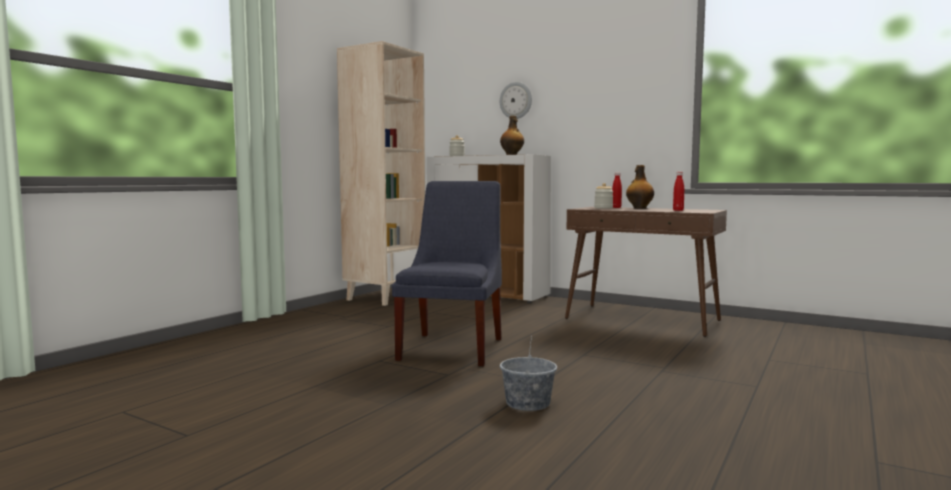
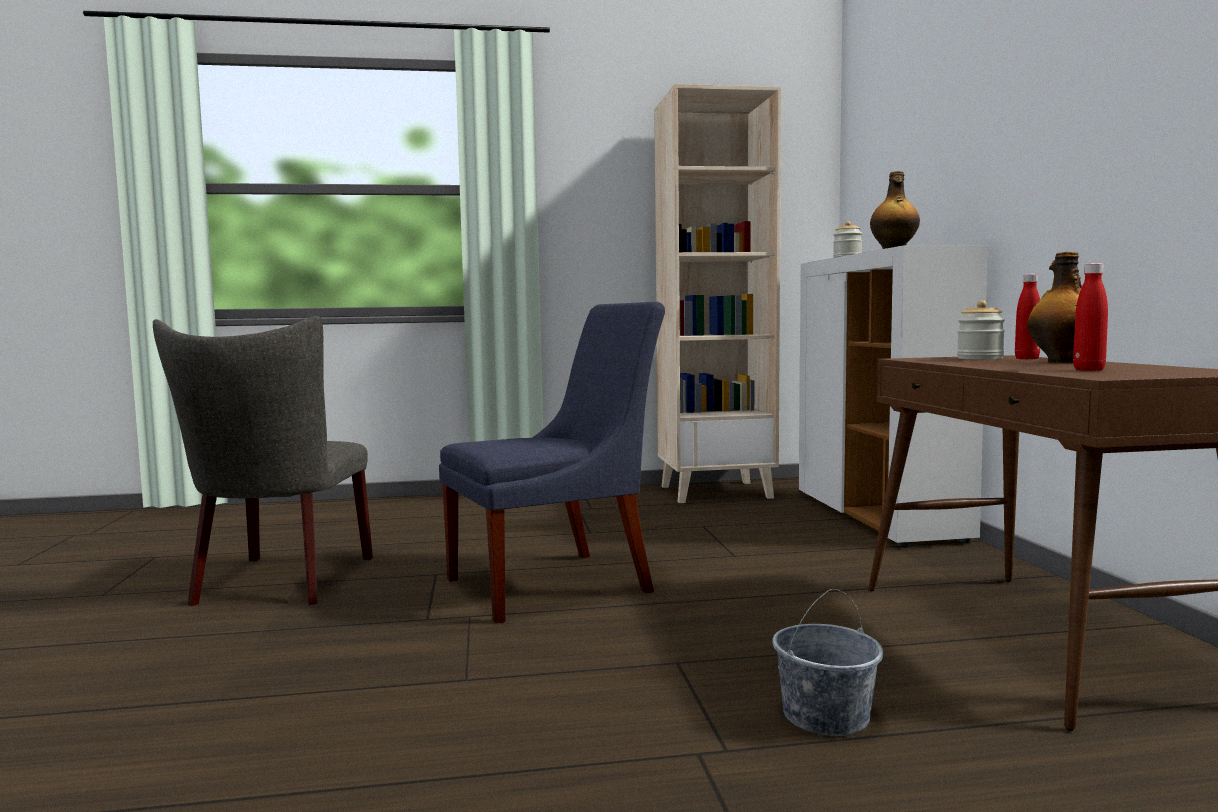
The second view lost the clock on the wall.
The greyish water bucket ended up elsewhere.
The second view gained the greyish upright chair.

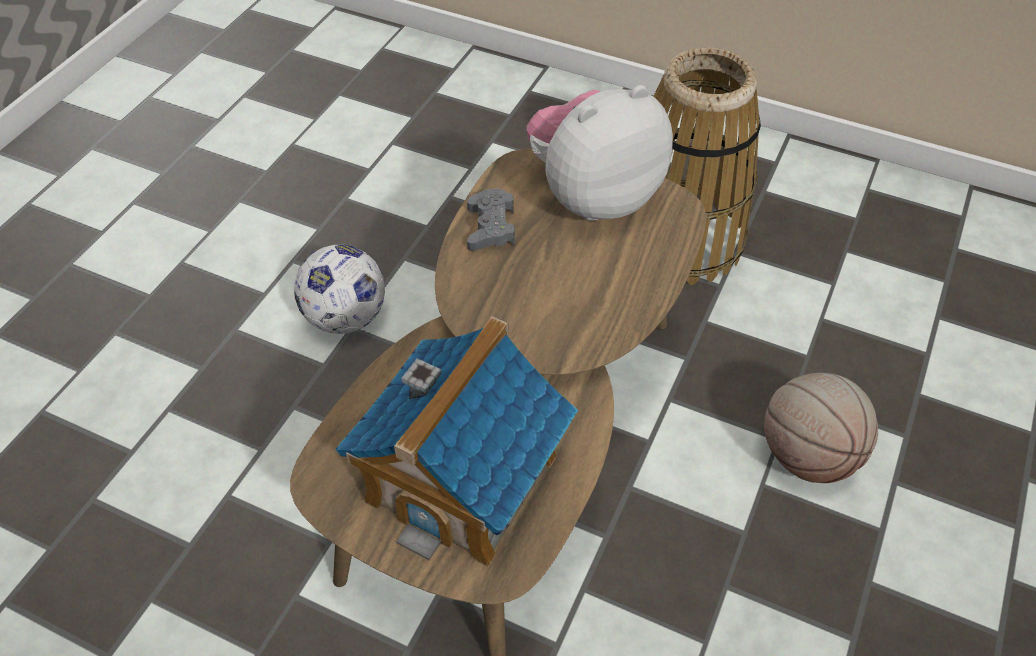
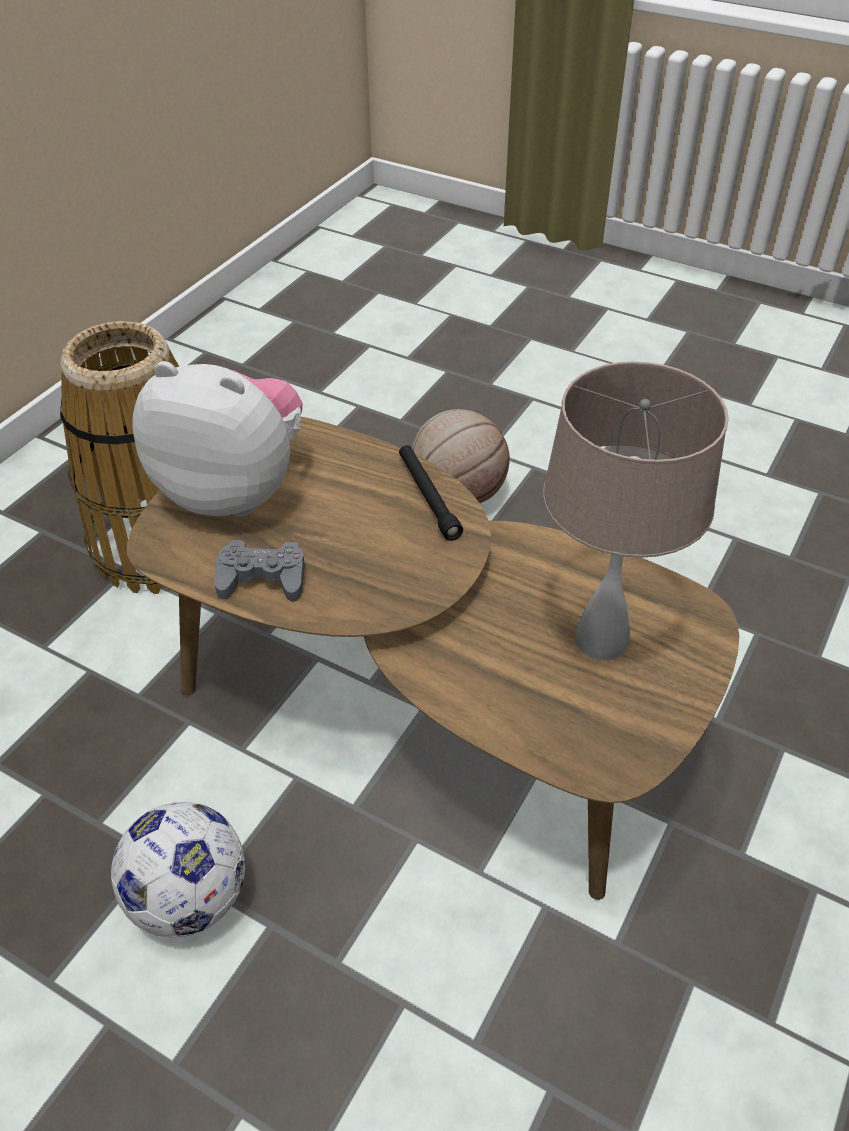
Where the miniature house stood, the beige tabletop lamp came to stand.
The plush toy ended up facing another way, 135 degrees clockwise from before.
The second view gained the blackish flashlight.

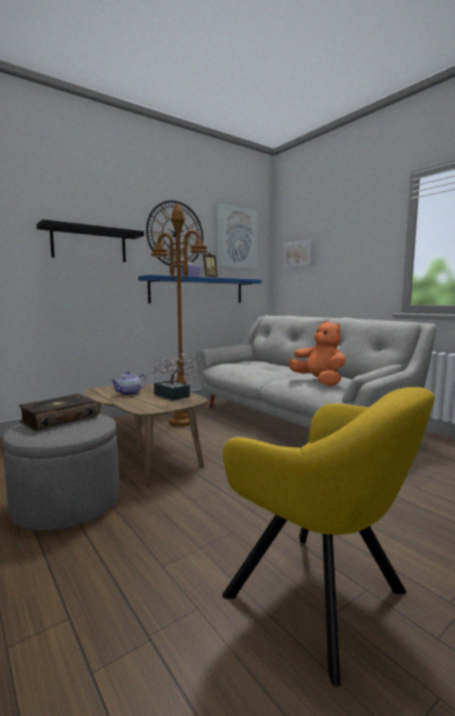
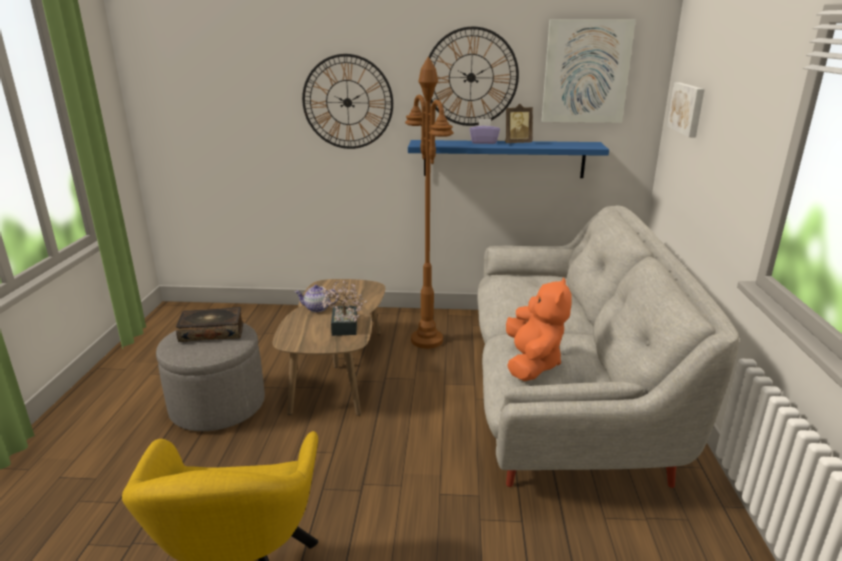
Where the blackish shelf hung, the clock on the wall (no. 1 from left) came to hang.

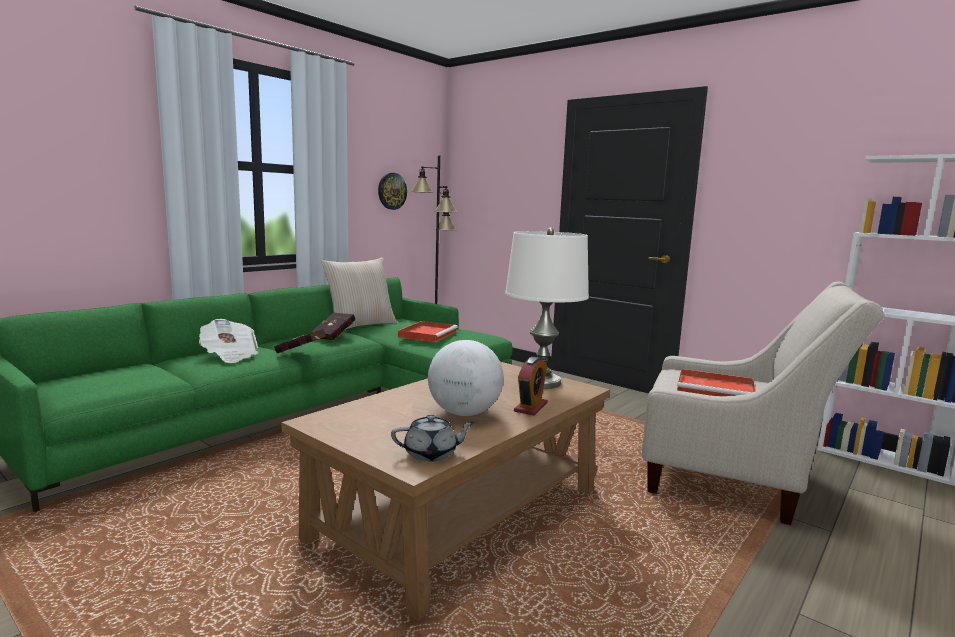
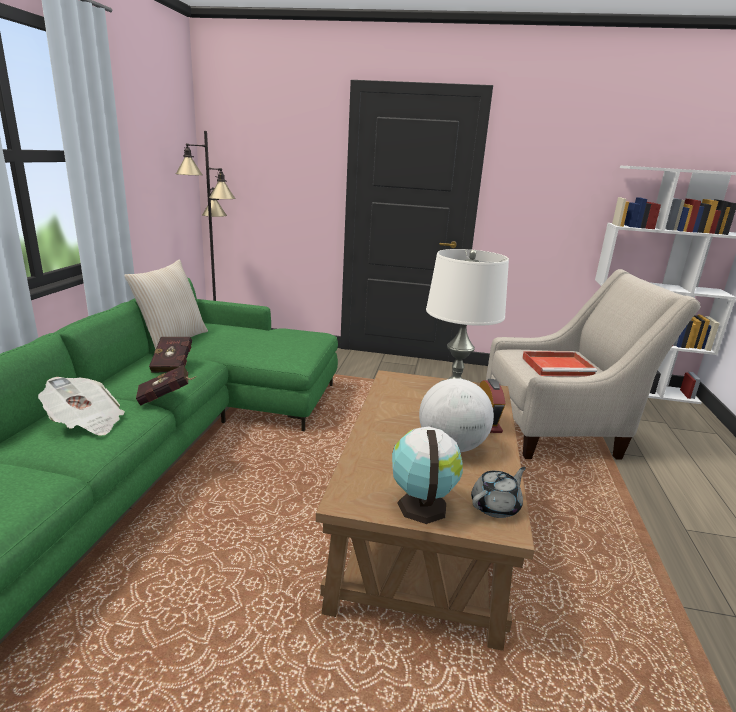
The second view lost the clock on the wall.
The second view lost the reddish tray (no. 1 from left).
The second view gained the globe (no. 1 from left).

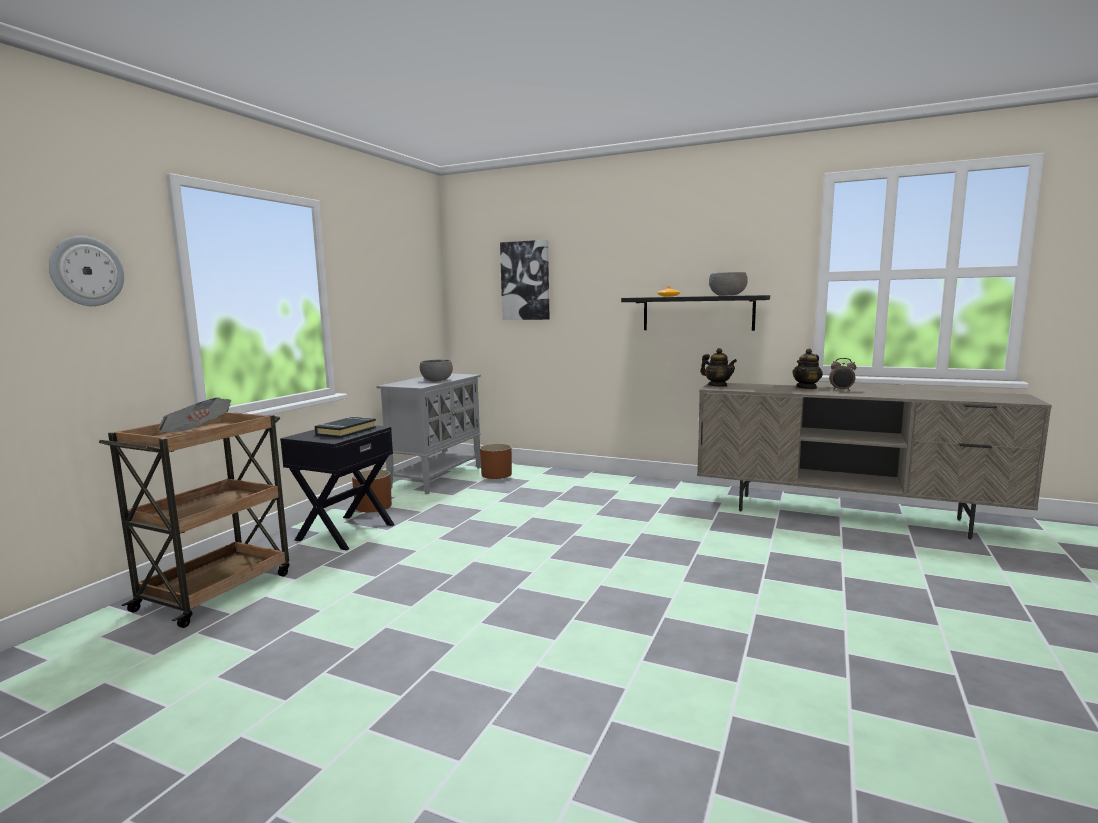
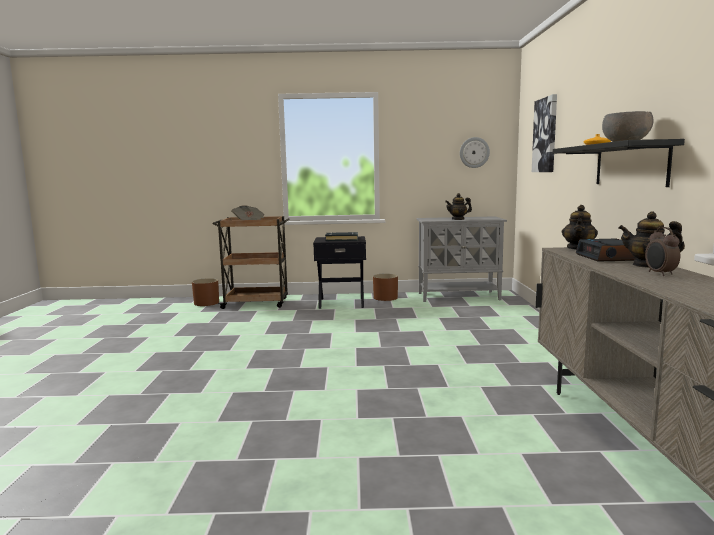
The clock on the wall ended up elsewhere.
Where the greyish serving bowl (no. 1 from left) stood, the tea pot (no. 1 from left) came to stand.
The brownish plant pot (no. 2 from left in the first image) ended up elsewhere.
The second view gained the table clock (no. 1 from left).

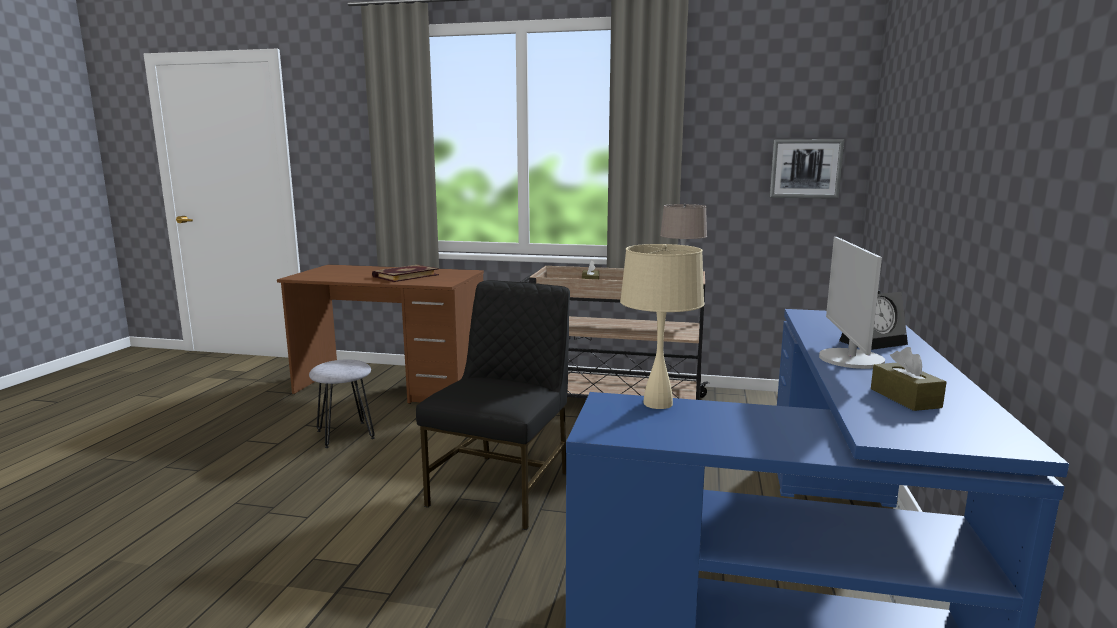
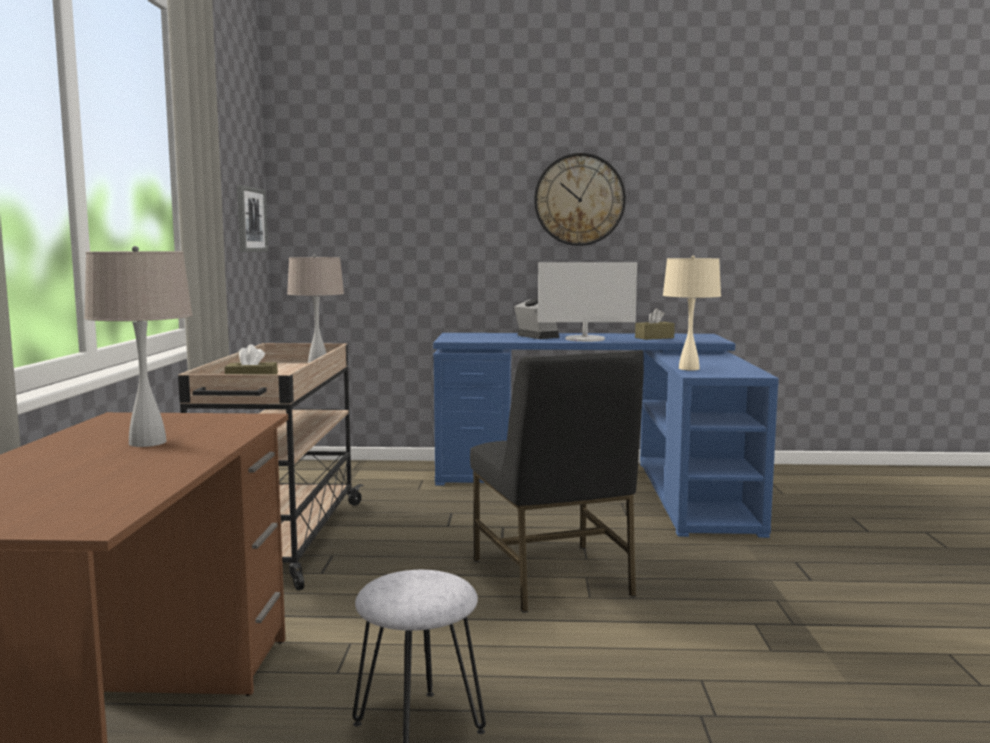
Where the book stood, the beige tabletop lamp (no. 1 from left) came to stand.
The blackish upright chair ended up facing another way, 120 degrees counterclockwise from before.
The second view gained the clock on the wall.

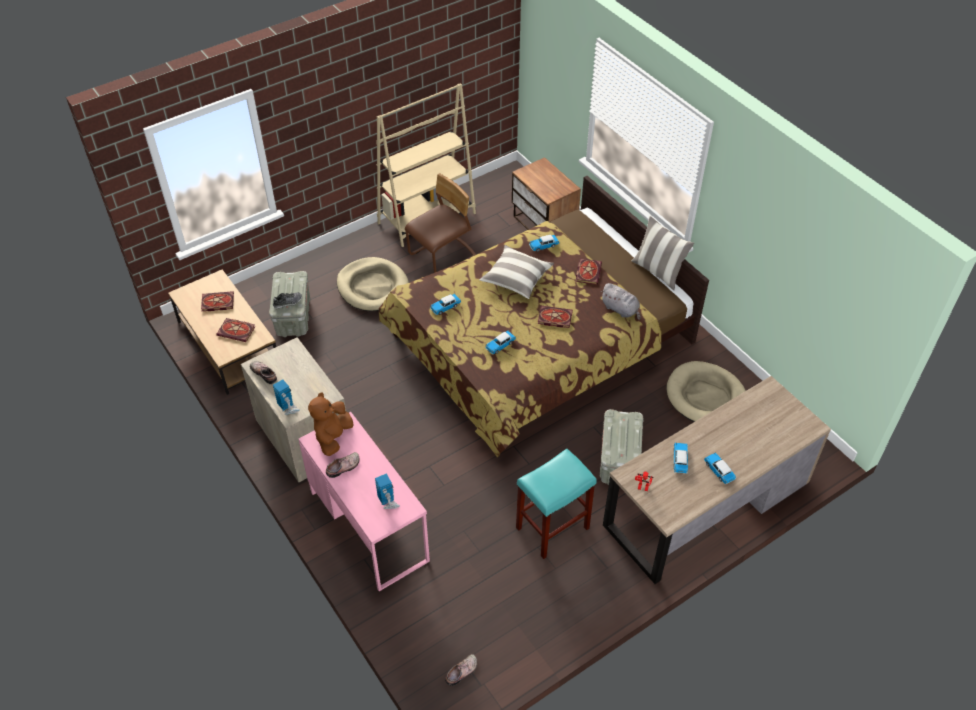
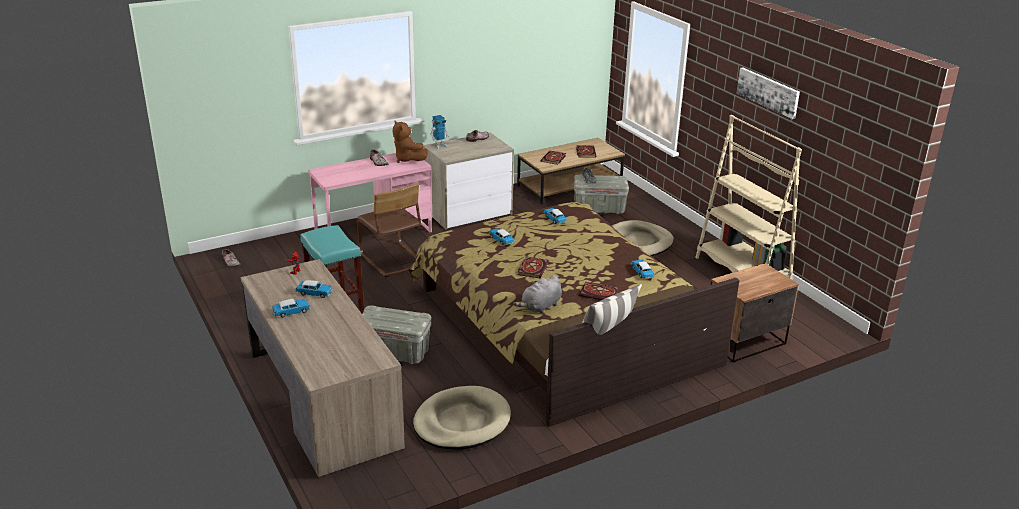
The brownish plush toy ended up facing another way, 150 degrees counterclockwise from before.
The second view lost the toy robot (no. 2 from left).
The brownish upright chair ended up elsewhere.
The second view lost the pillow (no. 1 from left).
The second view gained the picture.

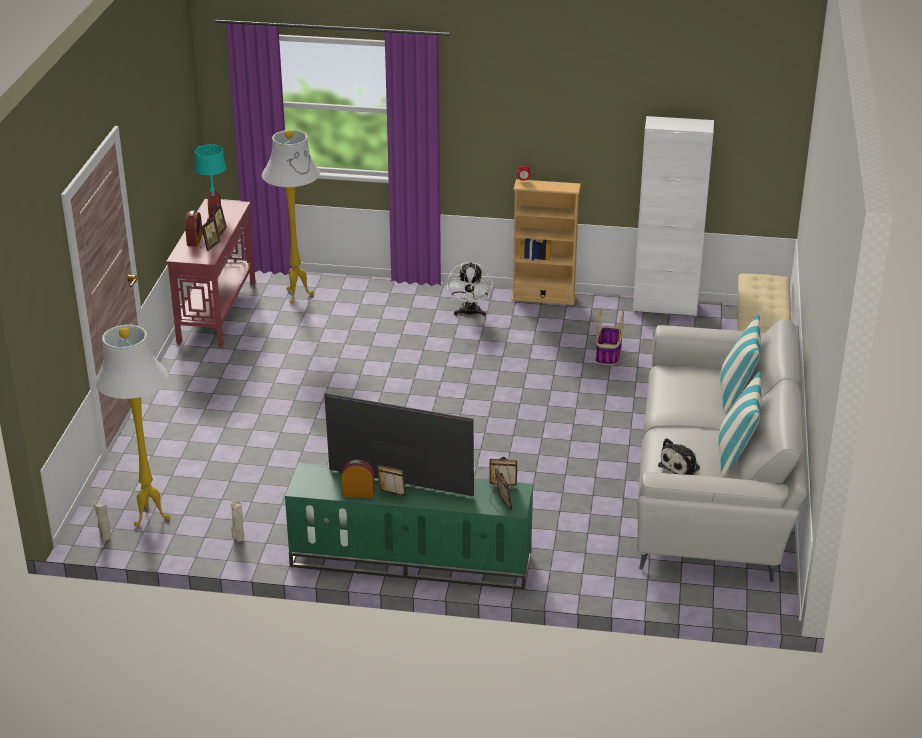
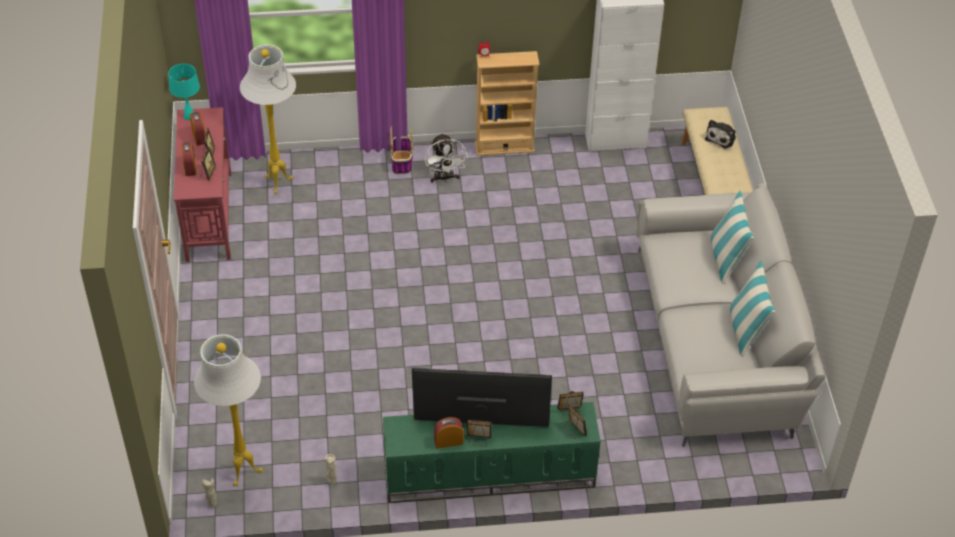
The basket ended up elsewhere.
The plush toy ended up elsewhere.

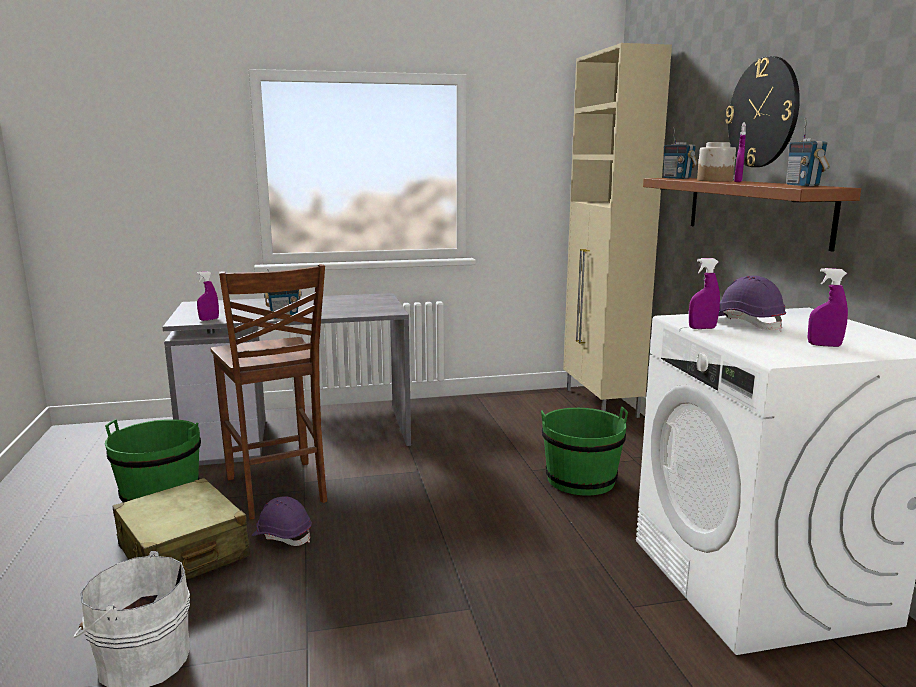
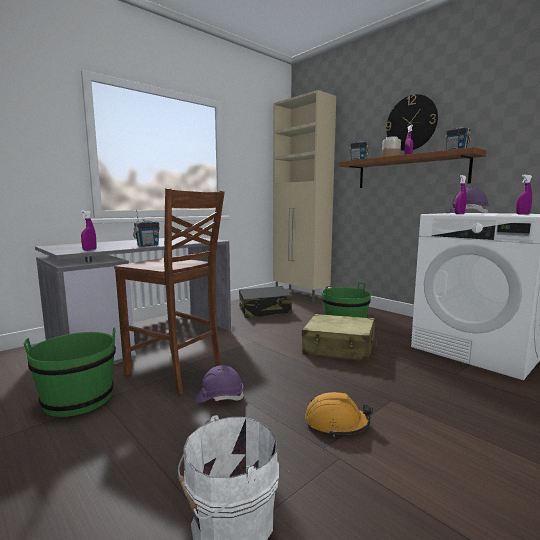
The beige travel case ended up elsewhere.
The second view gained the blackish travel case.
The second view gained the orange hard hat.

